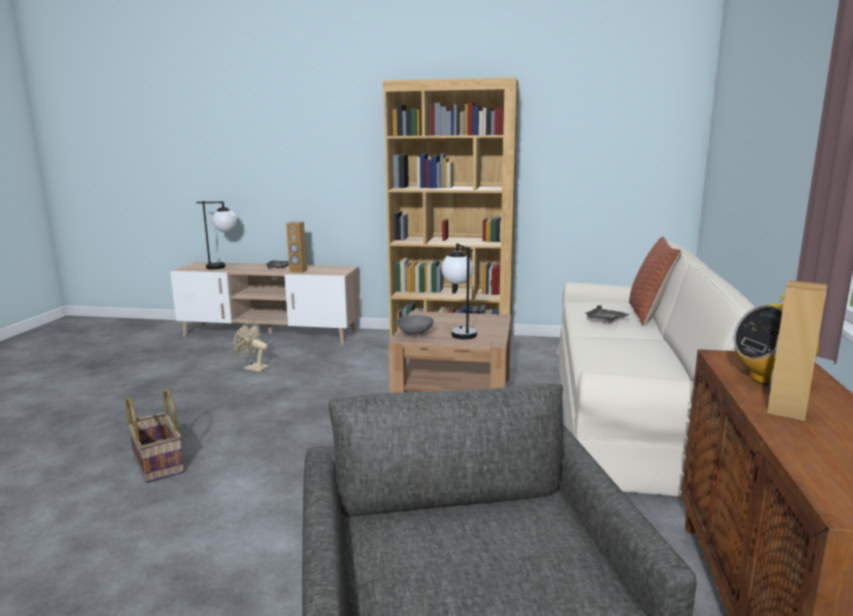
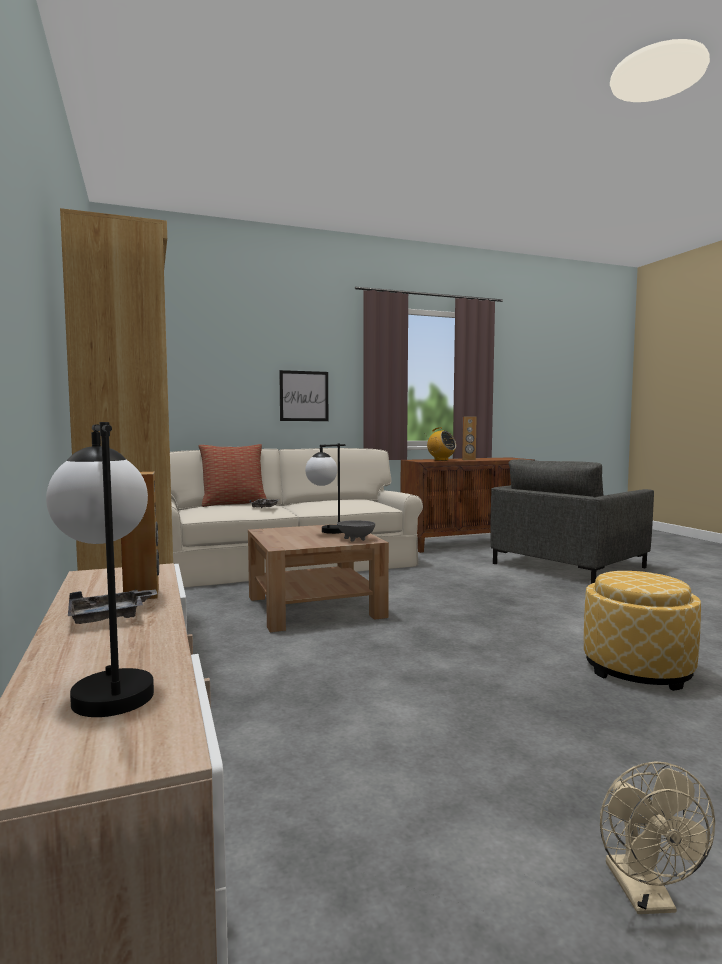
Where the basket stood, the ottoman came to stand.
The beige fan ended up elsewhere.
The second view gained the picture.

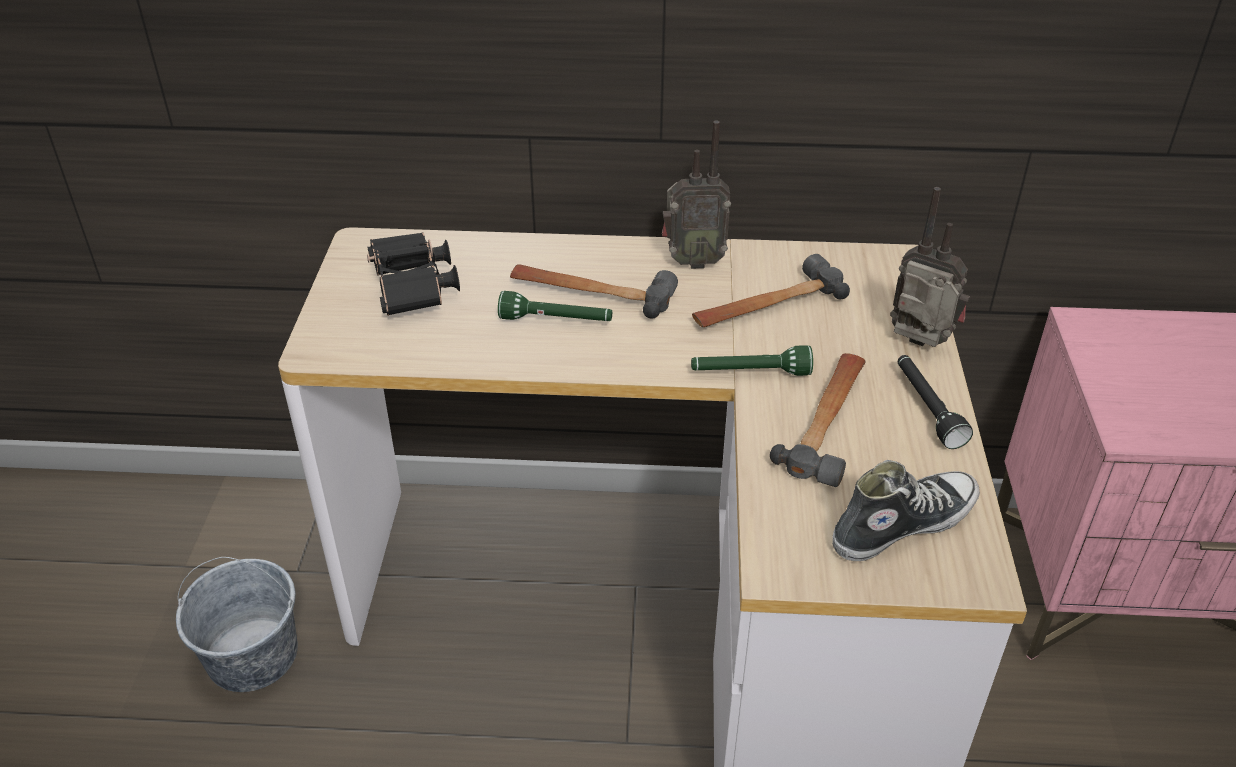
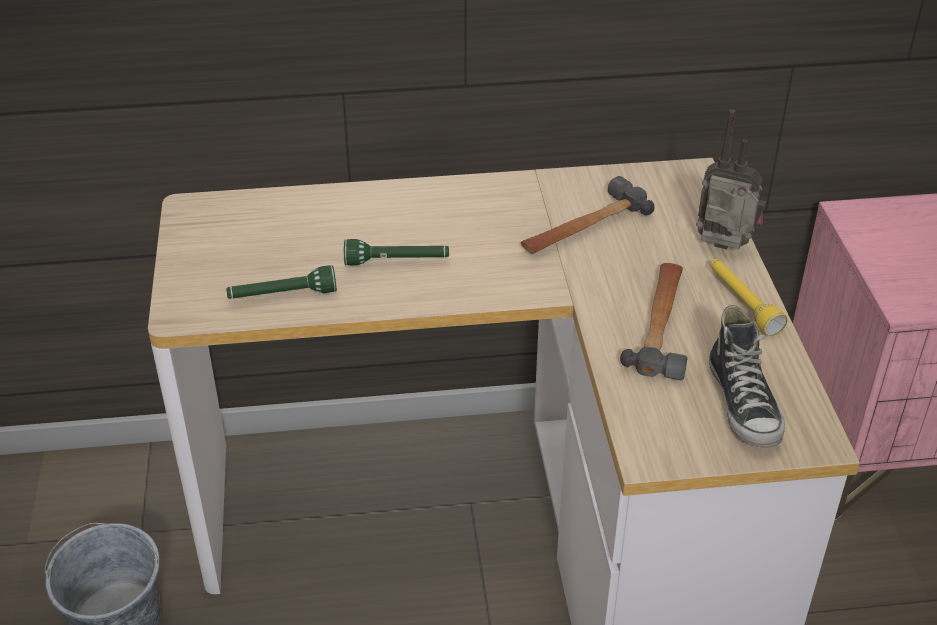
The second view lost the blackish field glasses.
The second view lost the hand hammer (no. 1 from left).
The second view lost the radio (no. 1 from left).
The greenish flashlight (no. 2 from left in the first image) ended up elsewhere.
The low shoe ended up facing another way, 120 degrees clockwise from before.
What was the blackish flashlight turned into the yellow-coloured flashlight.

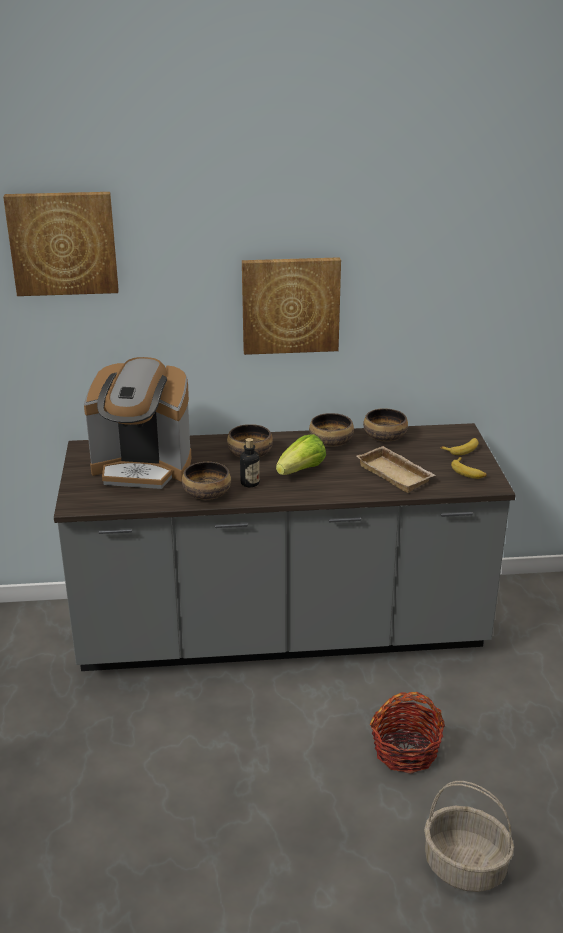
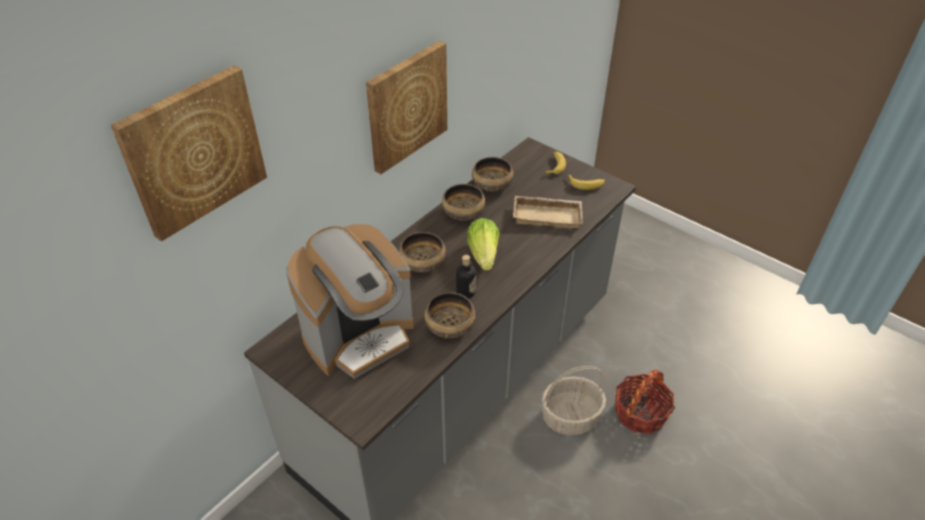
The basket (no. 2 from left in the first image) ended up elsewhere.

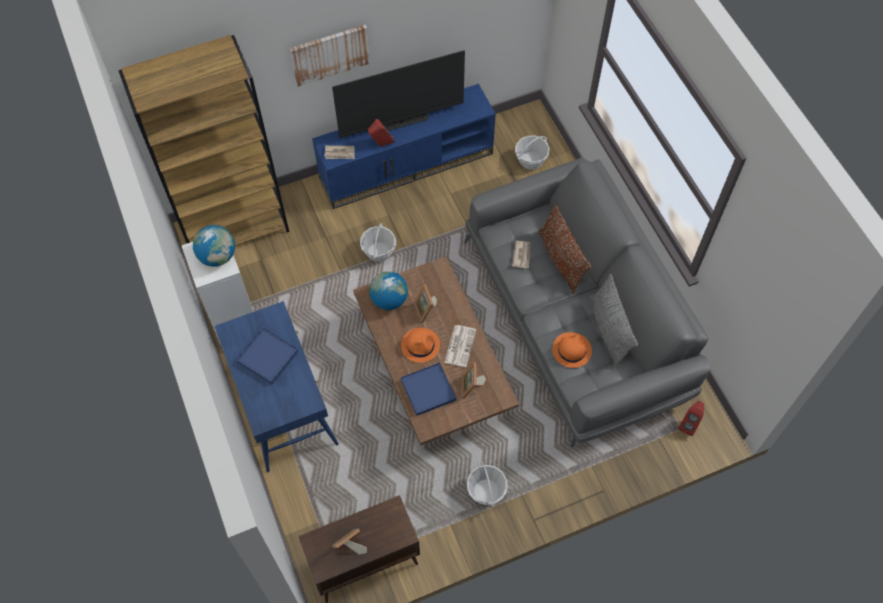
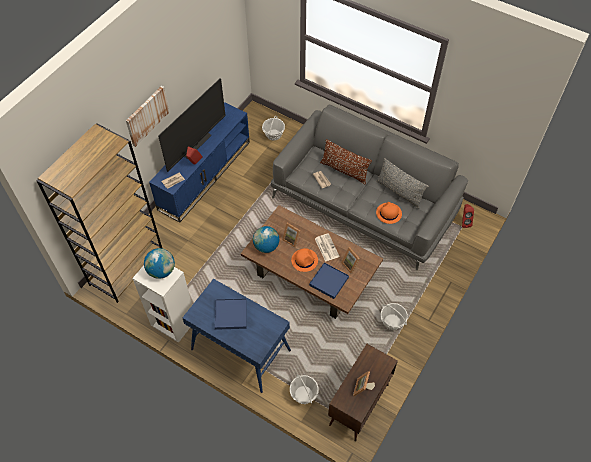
The basket (no. 1 from left in the first image) ended up elsewhere.

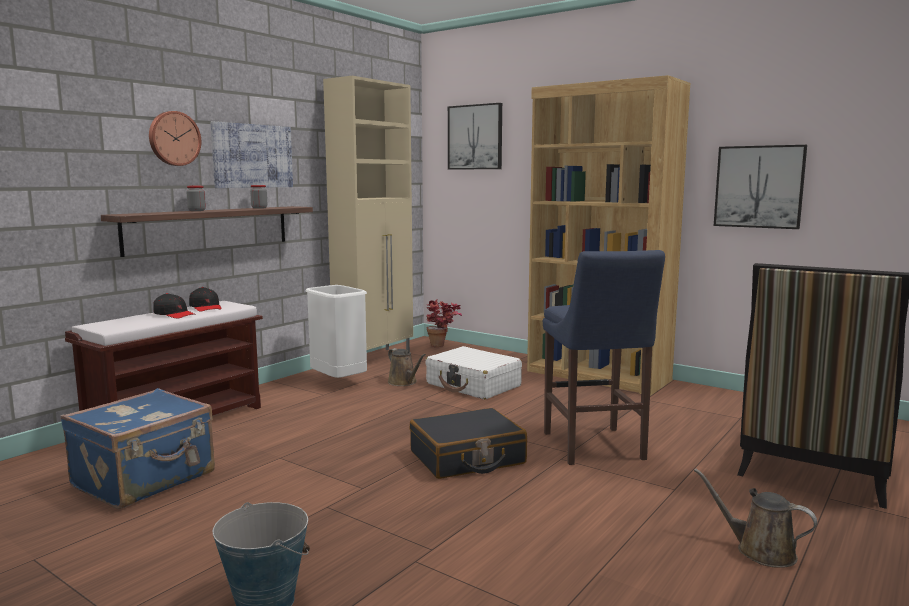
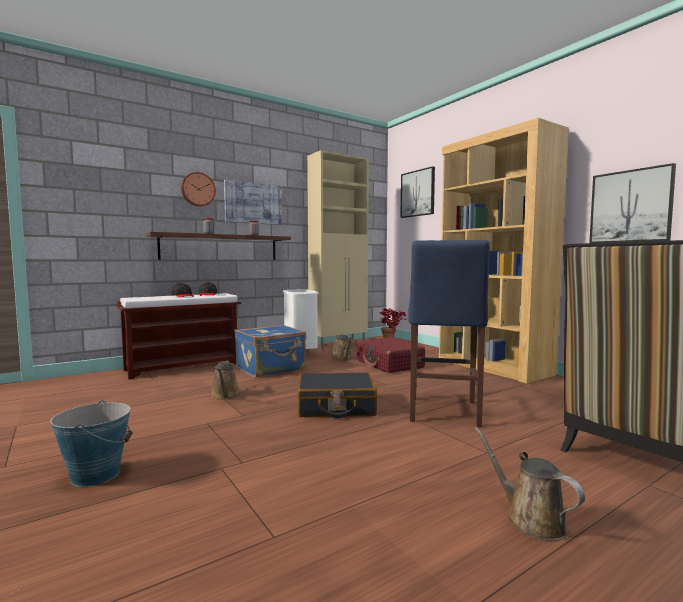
The bluish travel case ended up elsewhere.
What was the white travel case turned into the reddish travel case.
The second view gained the brownish watering pot (no. 1 from left).

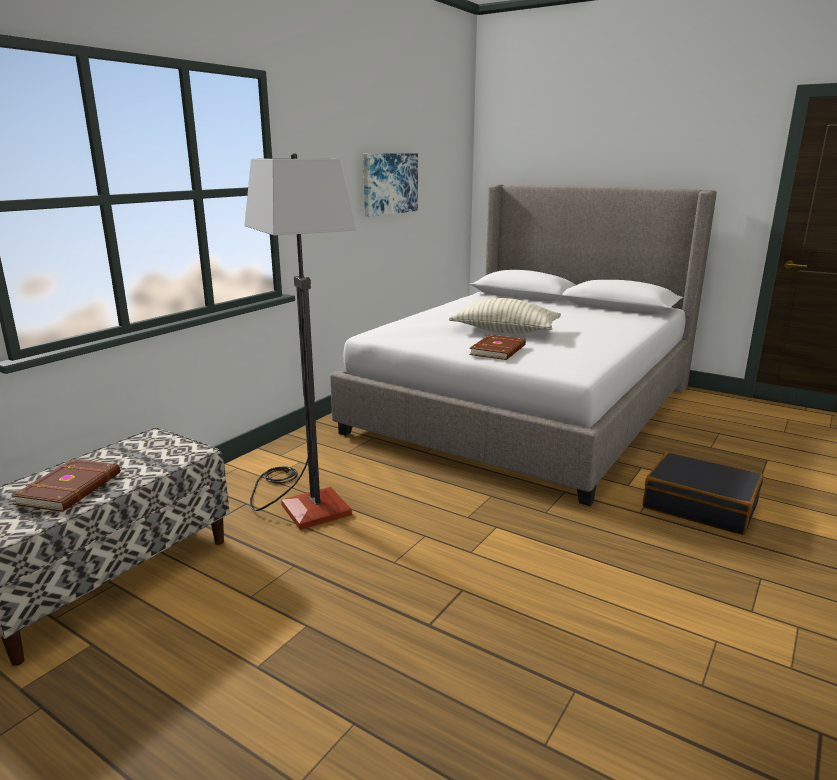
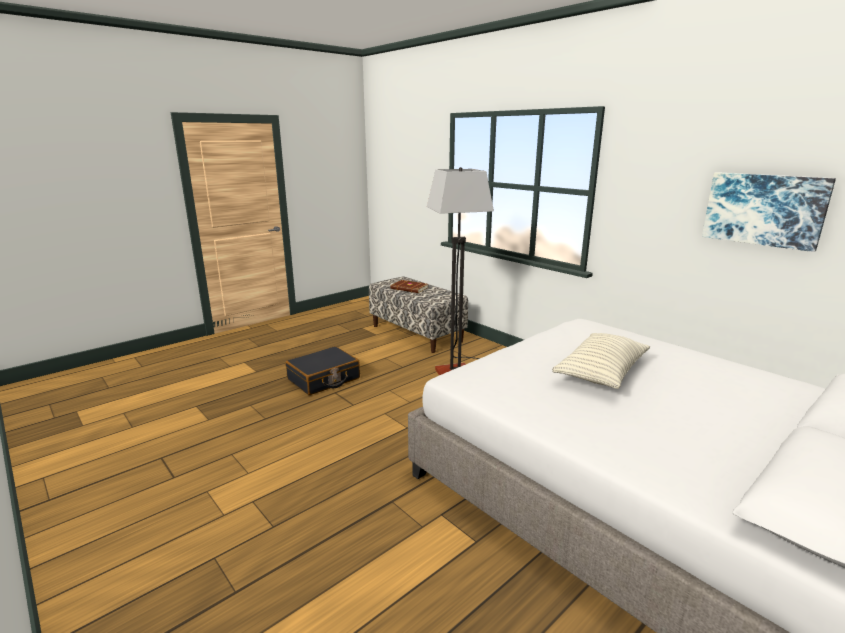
The second view lost the brownish book (no. 2 from left).
The blackish travel case ended up elsewhere.

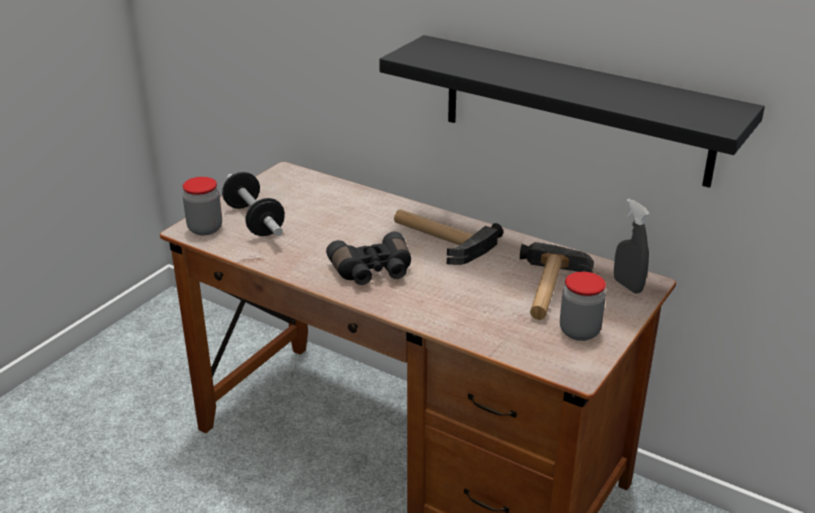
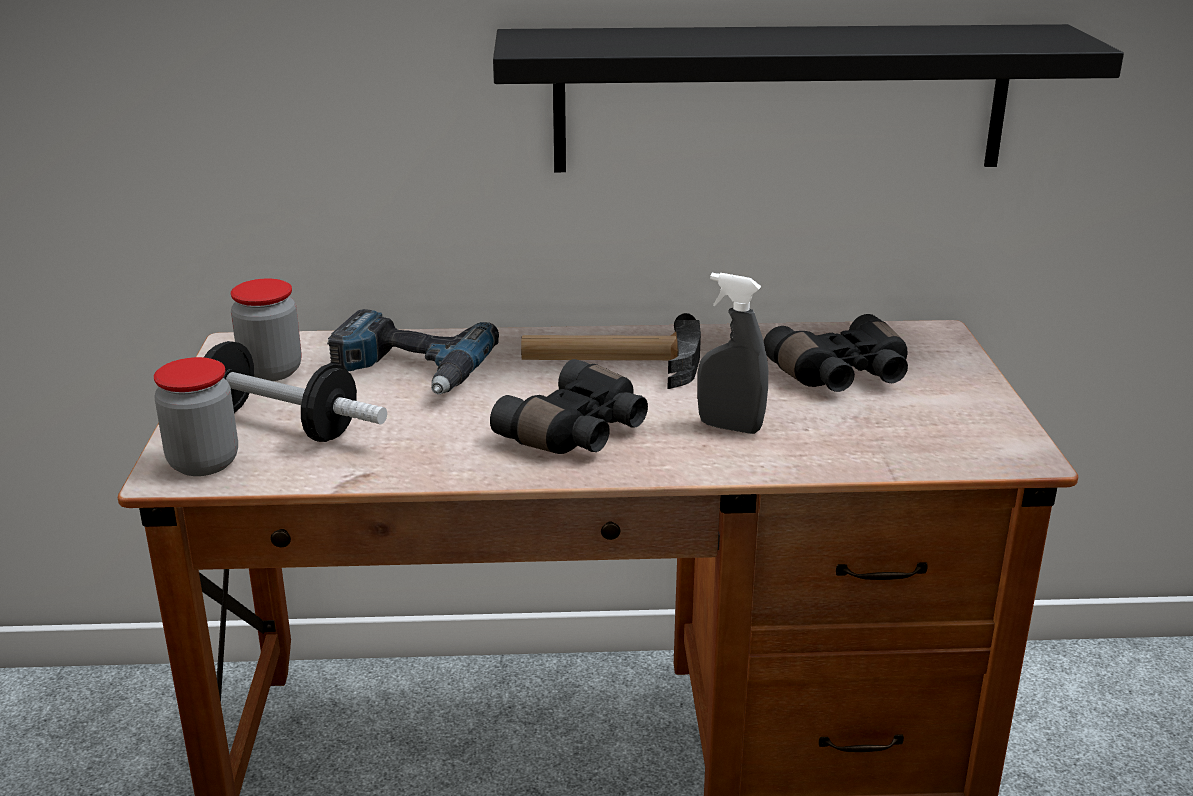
Where the hand hammer (no. 2 from left) stood, the blackish field glasses (no. 2 from left) came to stand.
The storage jar (no. 2 from left) ended up elsewhere.
The greyish spray bottle ended up elsewhere.
The second view gained the drill.

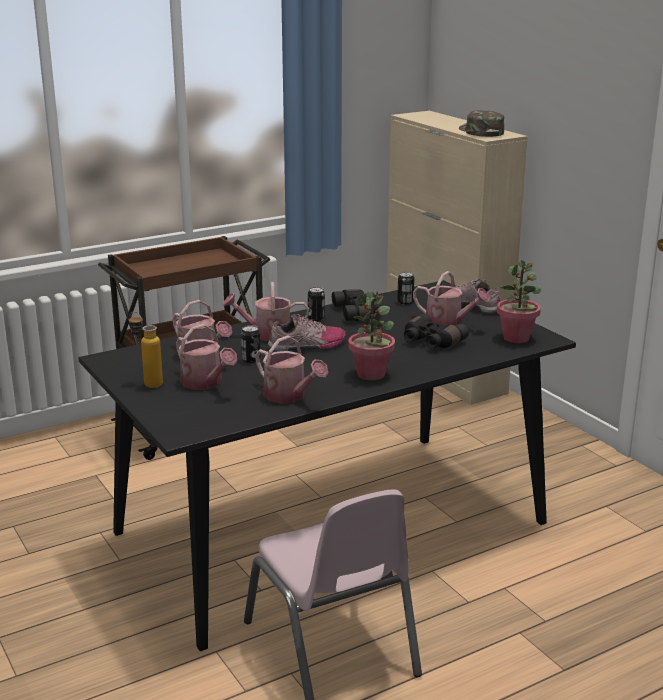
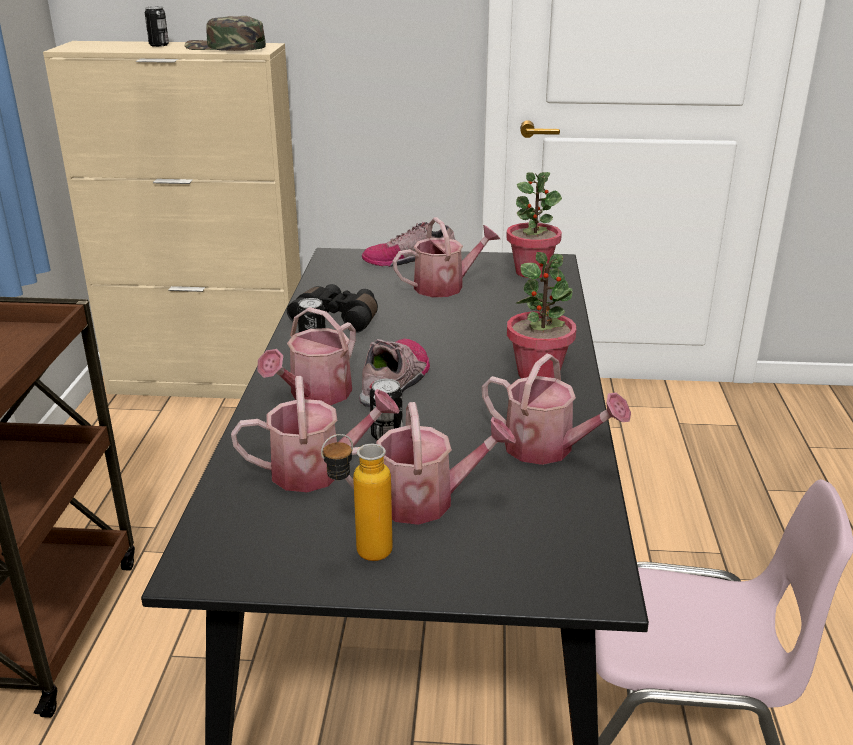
The watering pot (no. 4 from left in the first image) ended up facing another way, 45 degrees clockwise from before.
The can (no. 3 from left in the first image) ended up elsewhere.
The second view lost the blackish field glasses (no. 2 from left).

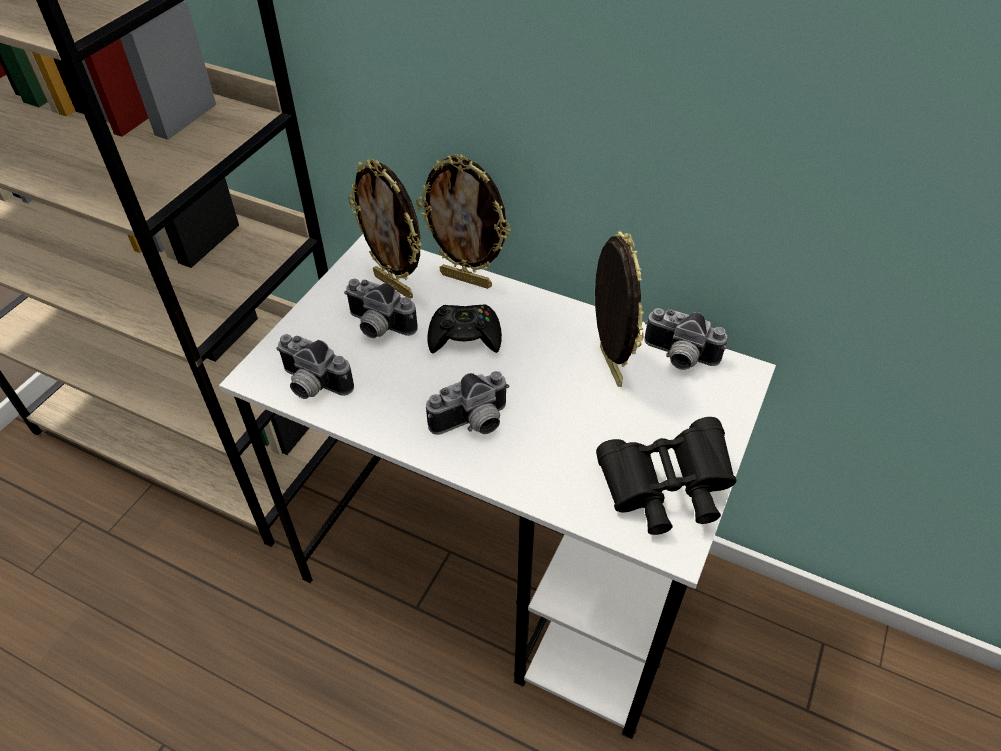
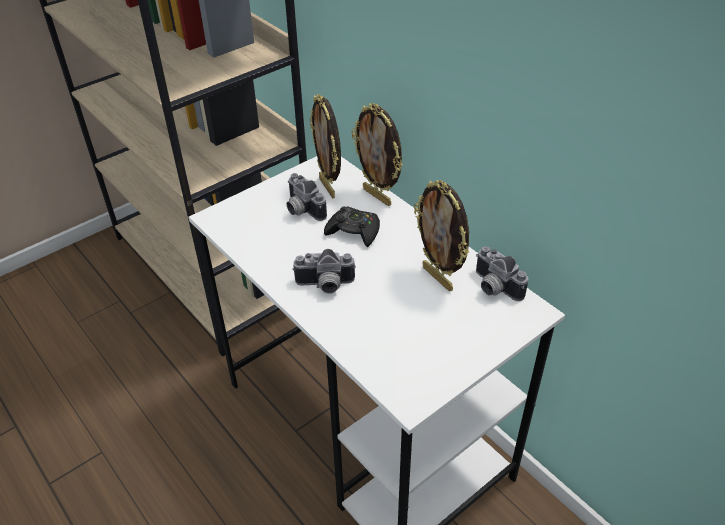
The second view lost the still camera (no. 1 from left).
The photo frame (no. 3 from left) ended up facing another way, 135 degrees clockwise from before.
The second view lost the blackish field glasses.

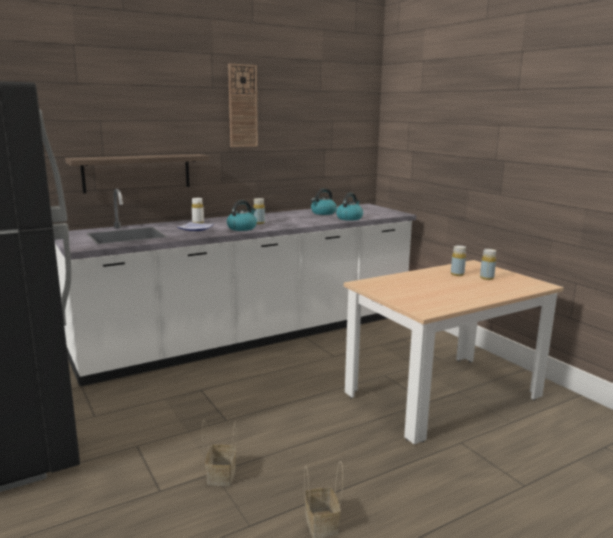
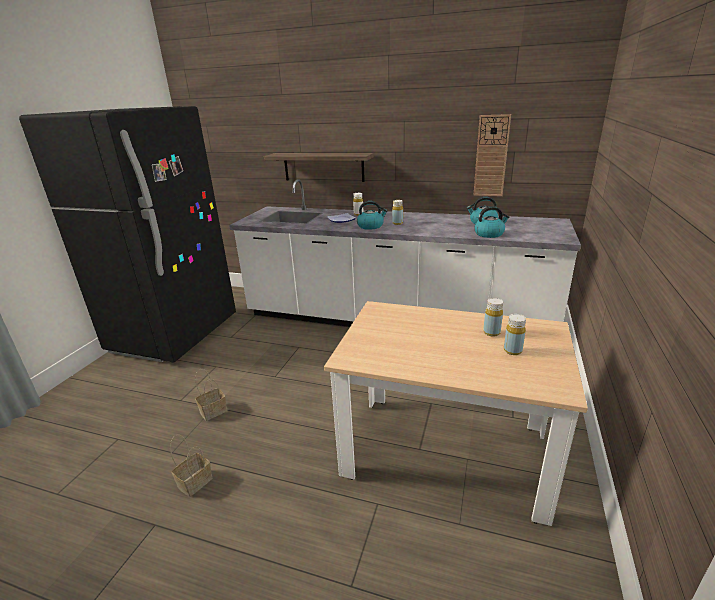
The clock on the wall ended up elsewhere.

